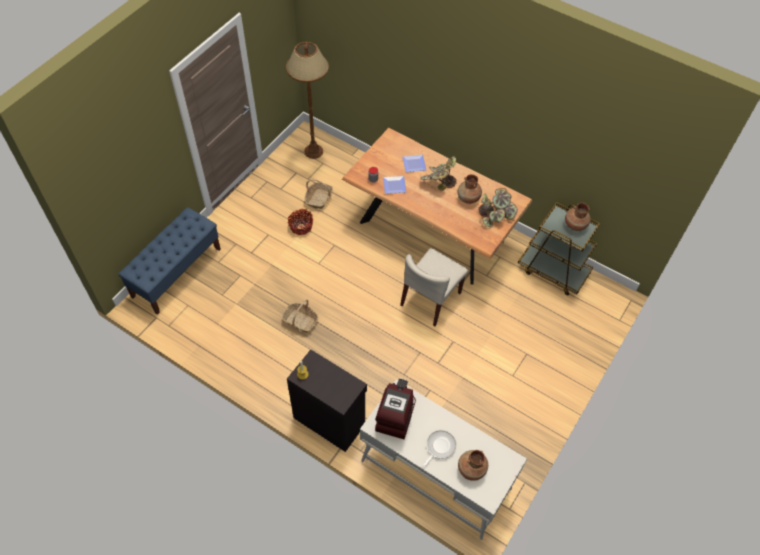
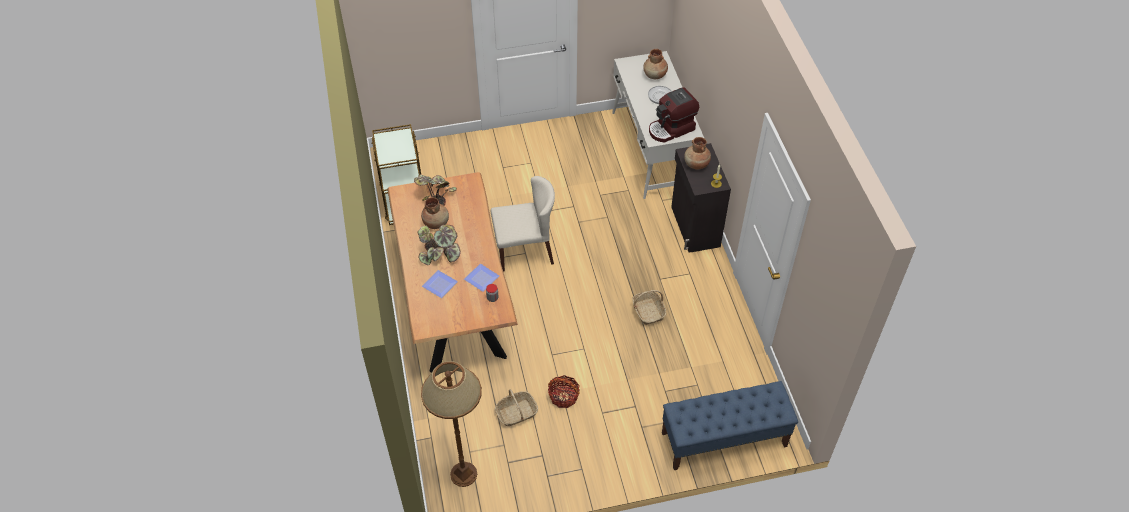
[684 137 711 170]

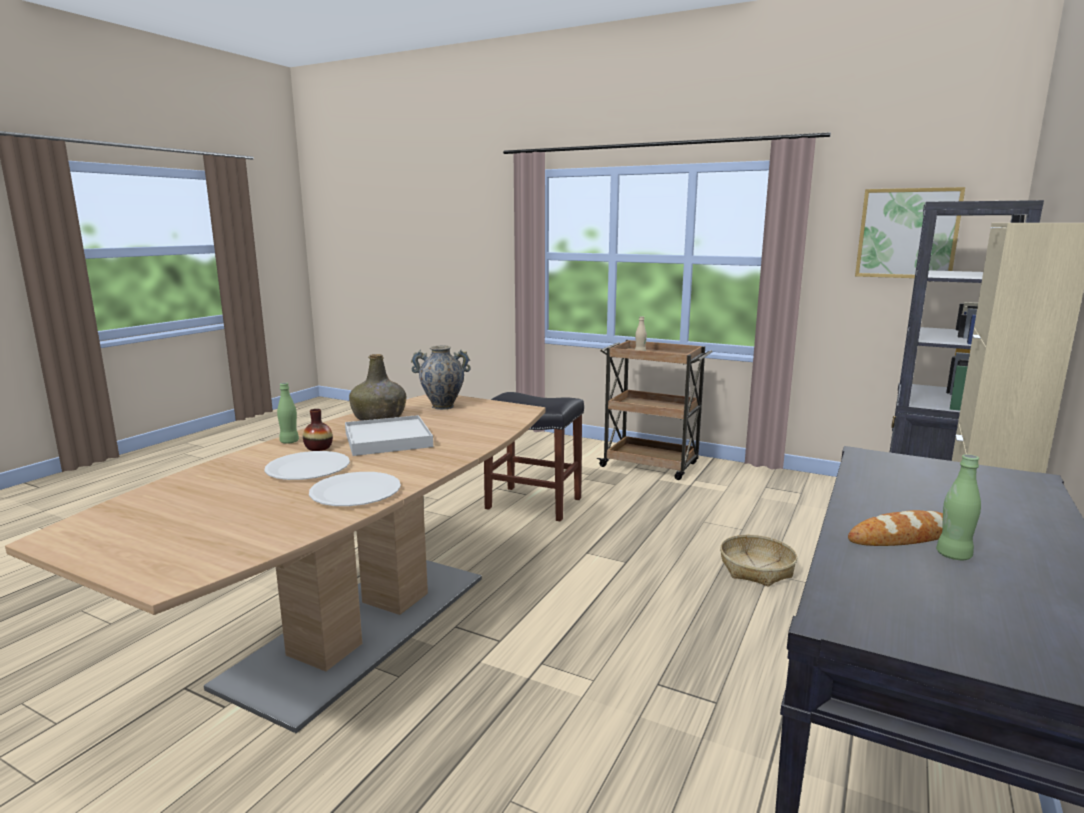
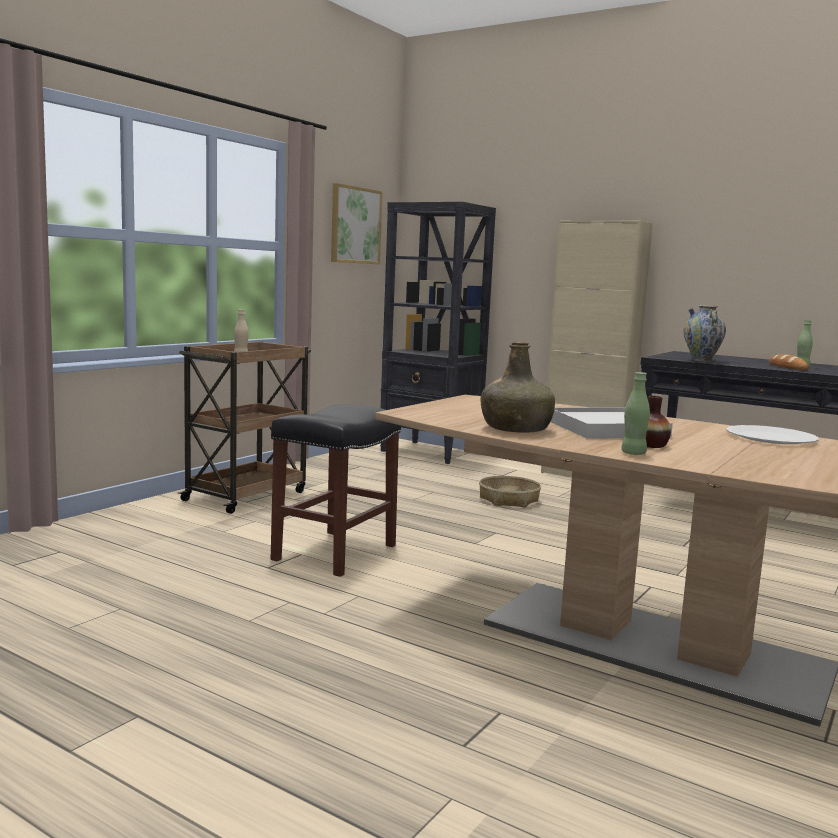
[264 451 350 480] (first image)
[684 305 726 362]

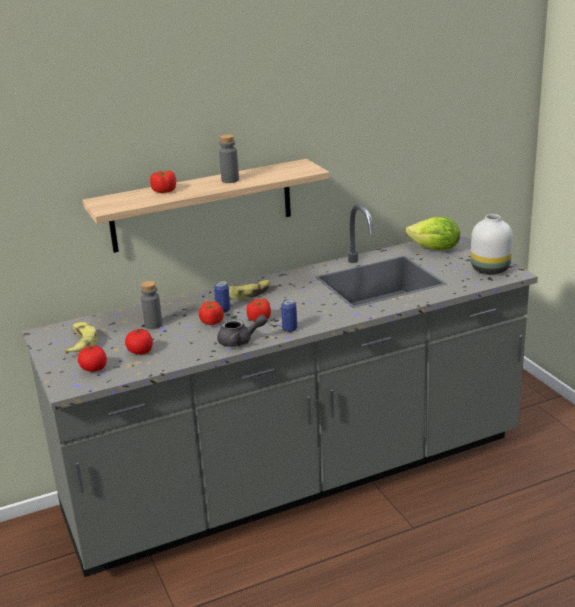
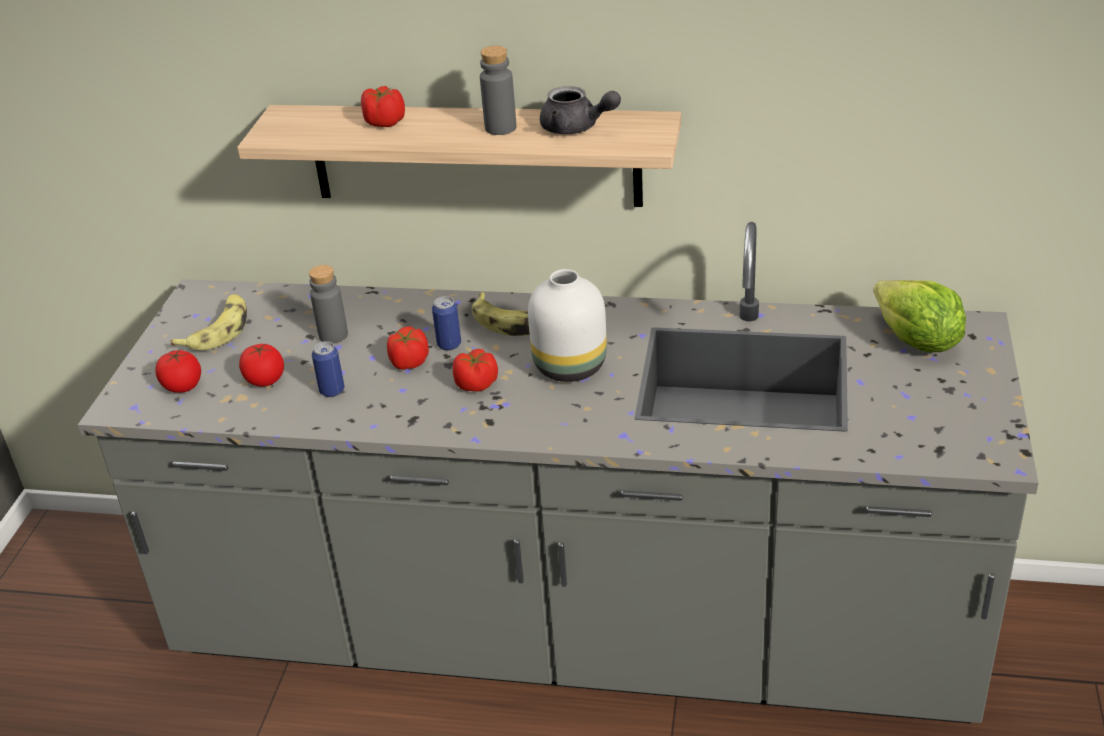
[540 86 621 134]
[312 341 344 397]
[528 269 607 382]

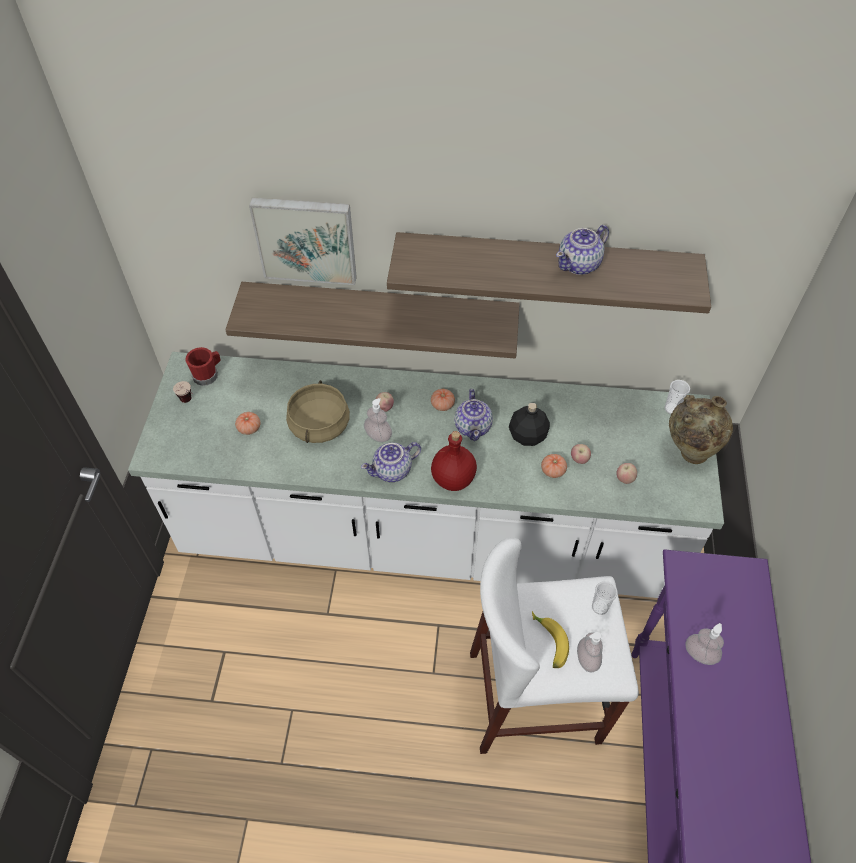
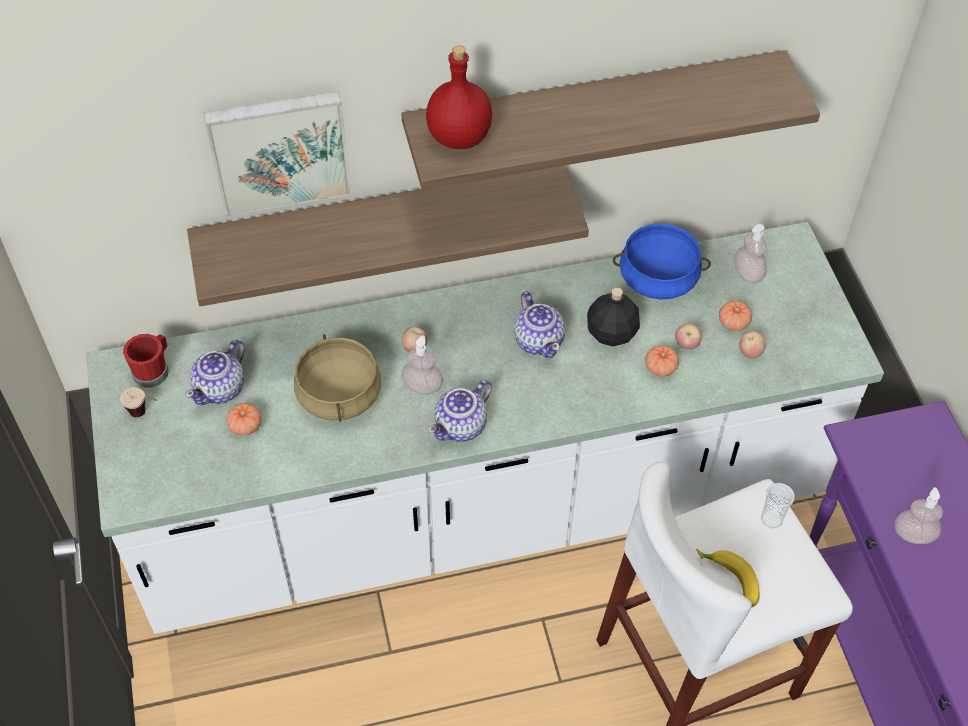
[665 380 690 414] (first image)
[669 395 733 464] (first image)
[613 223 711 300]
[719 301 752 331]
[426 45 492 149]
[185 340 245 405]
[735 224 767 283]

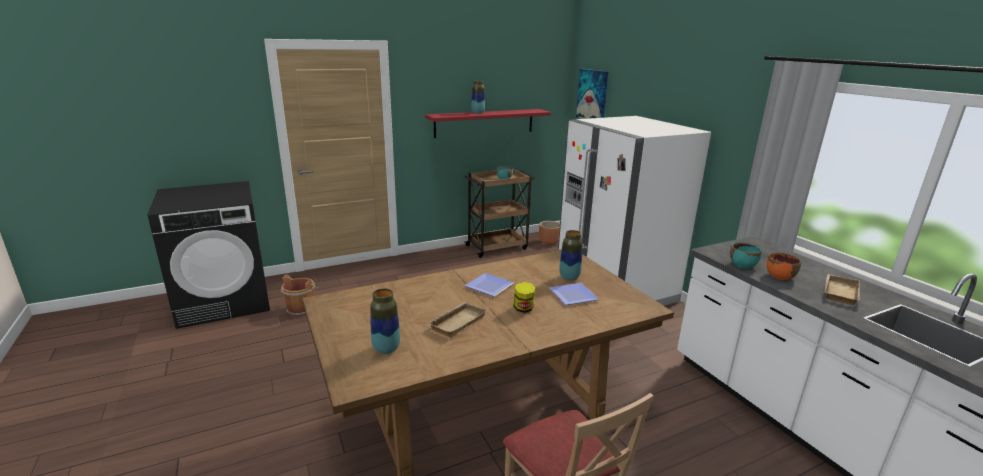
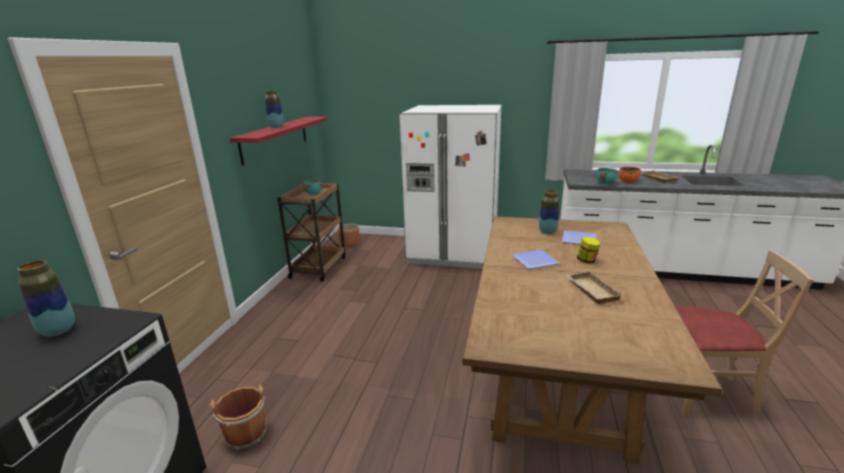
[576 69 608 119] (first image)
[17 260 75 337]

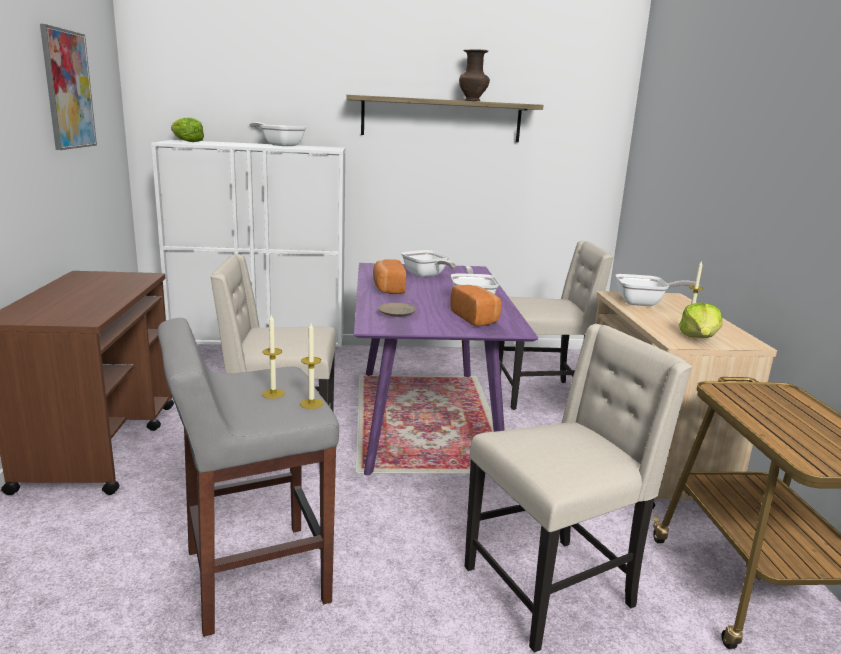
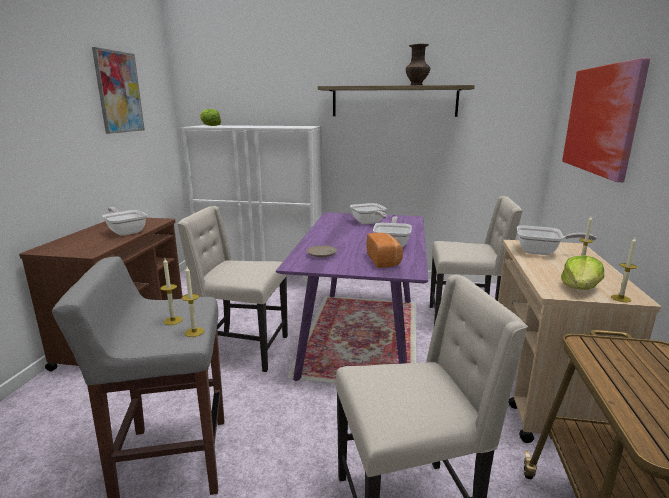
[373 259 406 294] (first image)
[562 58 650 182]
[611 237 637 302]
[102 207 147 236]

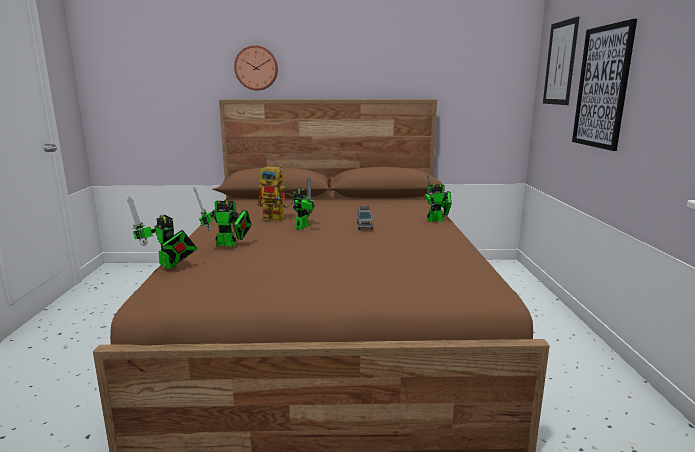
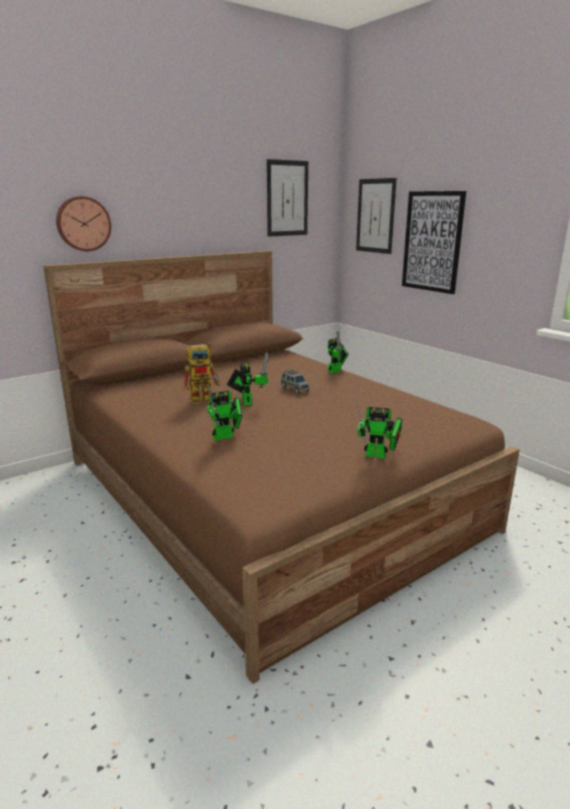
[267 159 308 237]
[355 396 402 458]

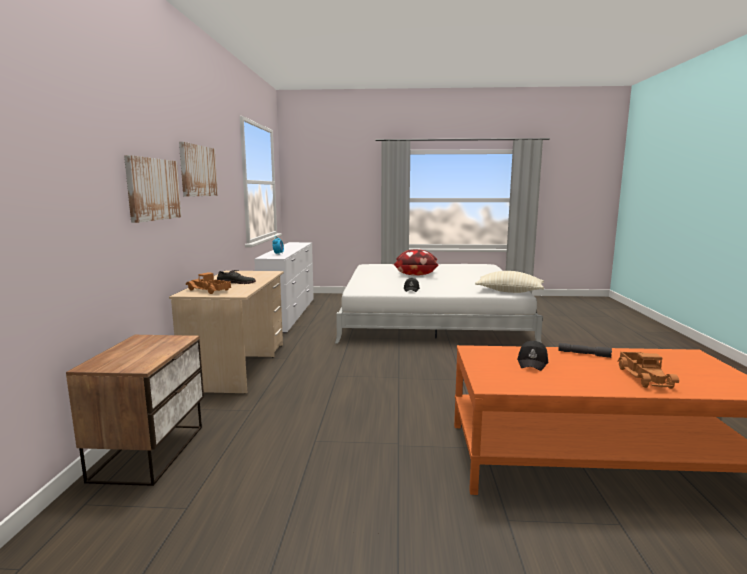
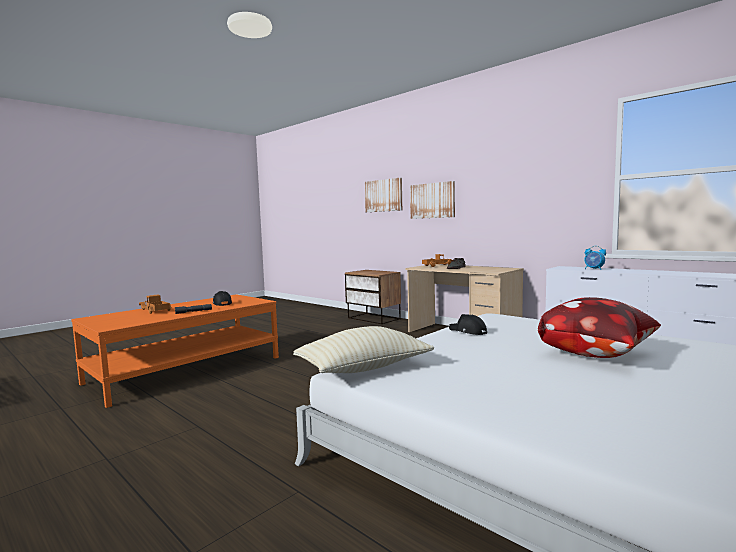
[365 178 402 212]

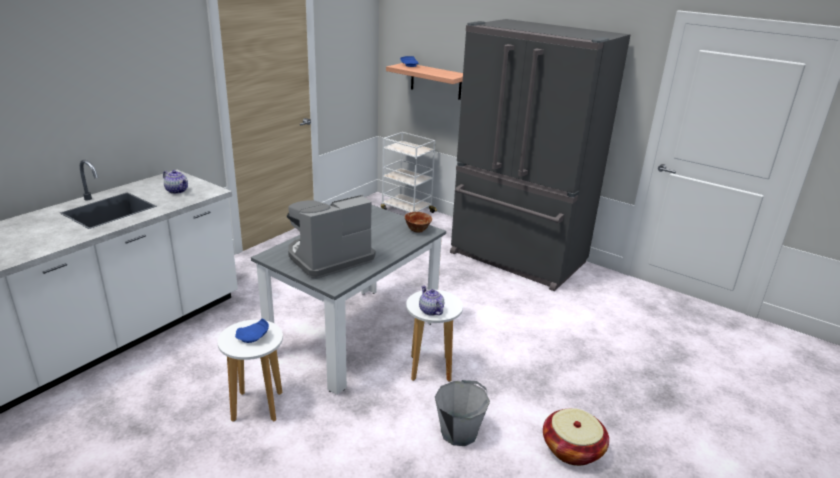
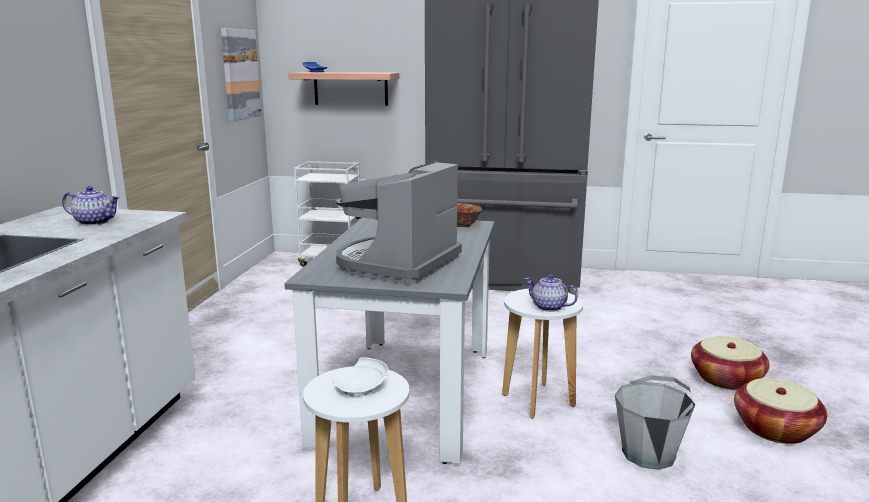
[221 28 261 121]
[691 336 769 390]
[332 357 388 397]

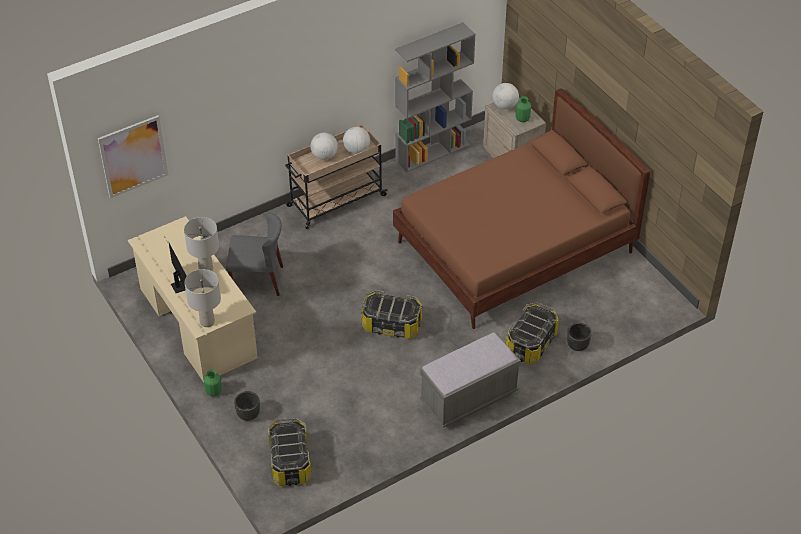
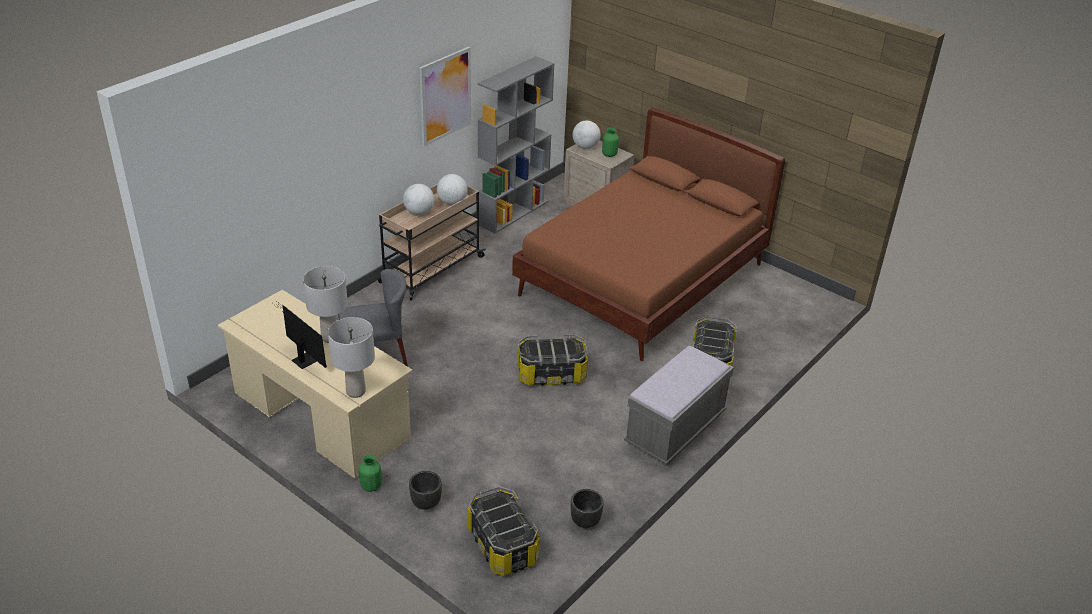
[420 47 471 147]
[571 489 604 528]

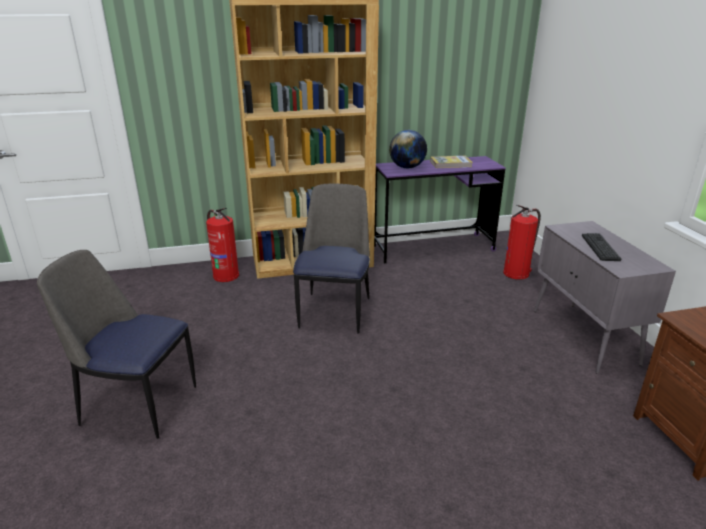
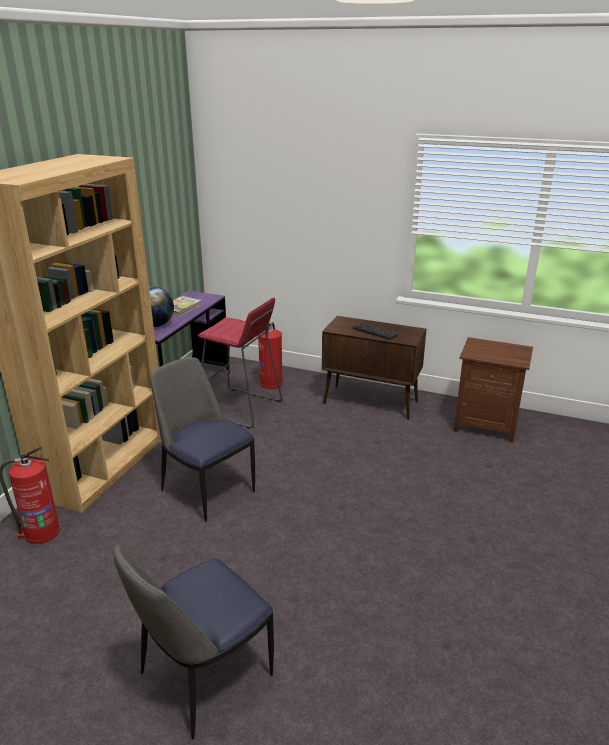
[198 298 283 429]
[322 316 427 420]

